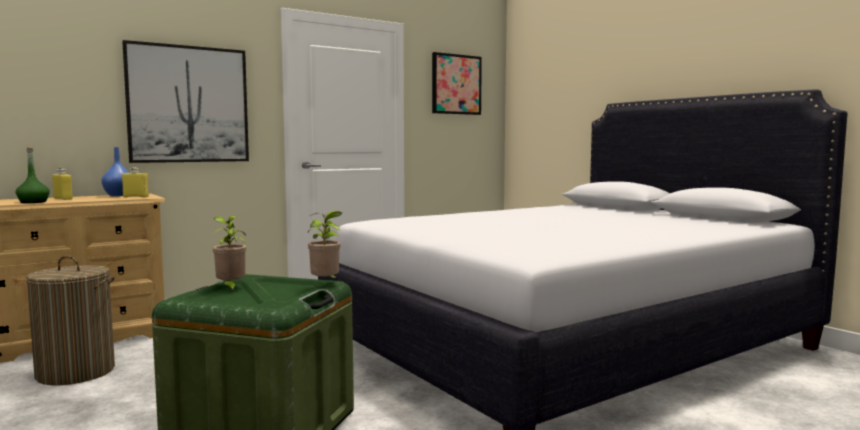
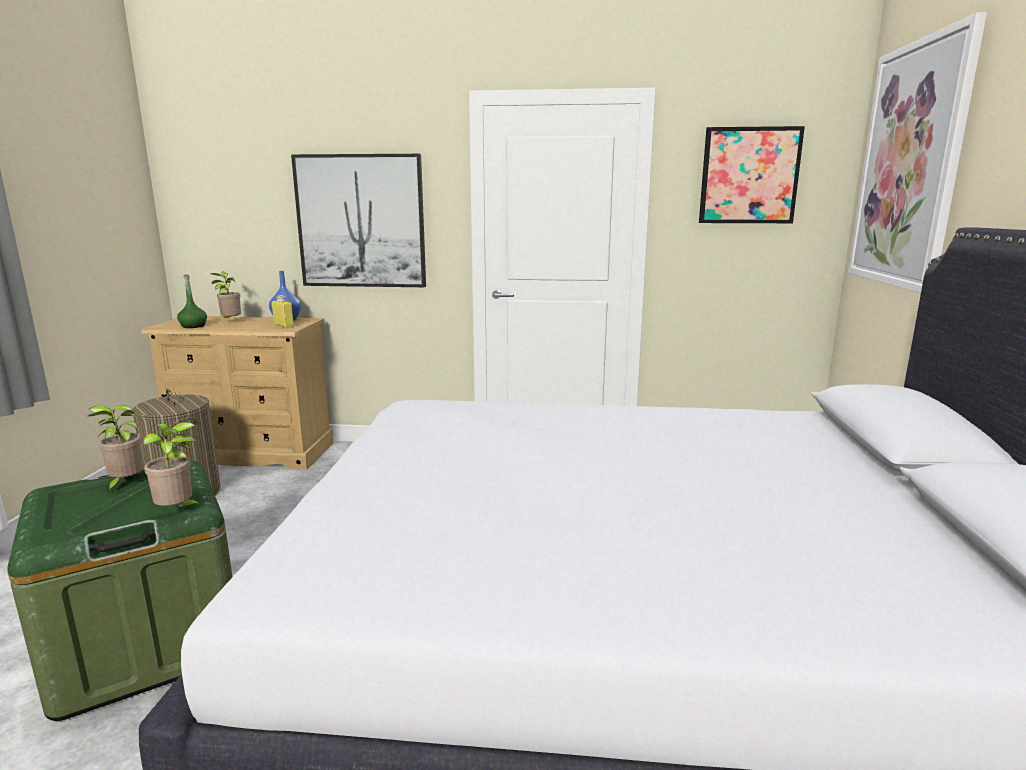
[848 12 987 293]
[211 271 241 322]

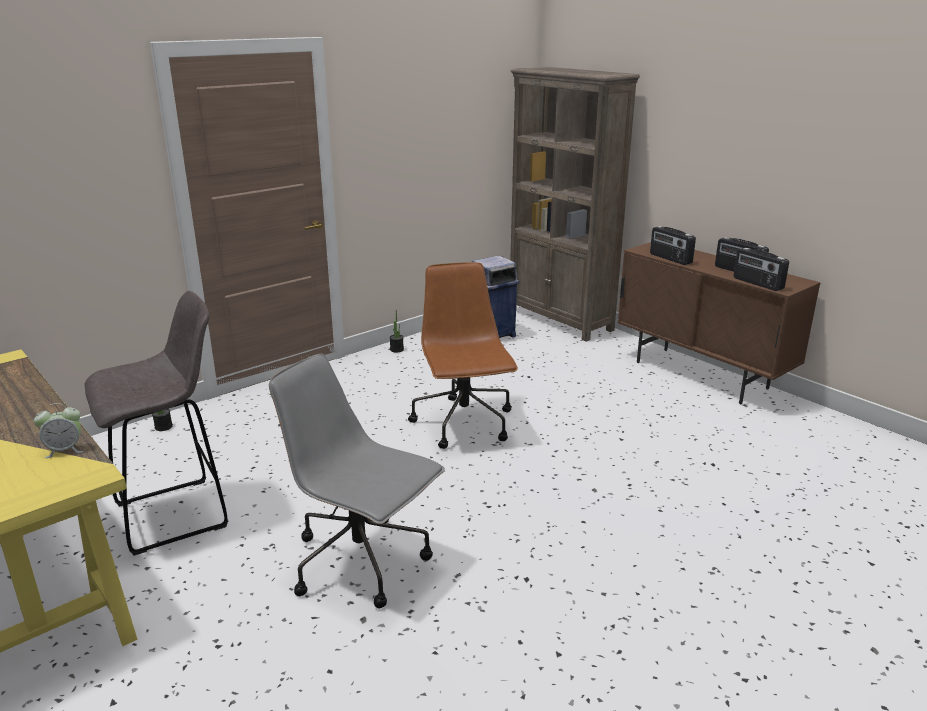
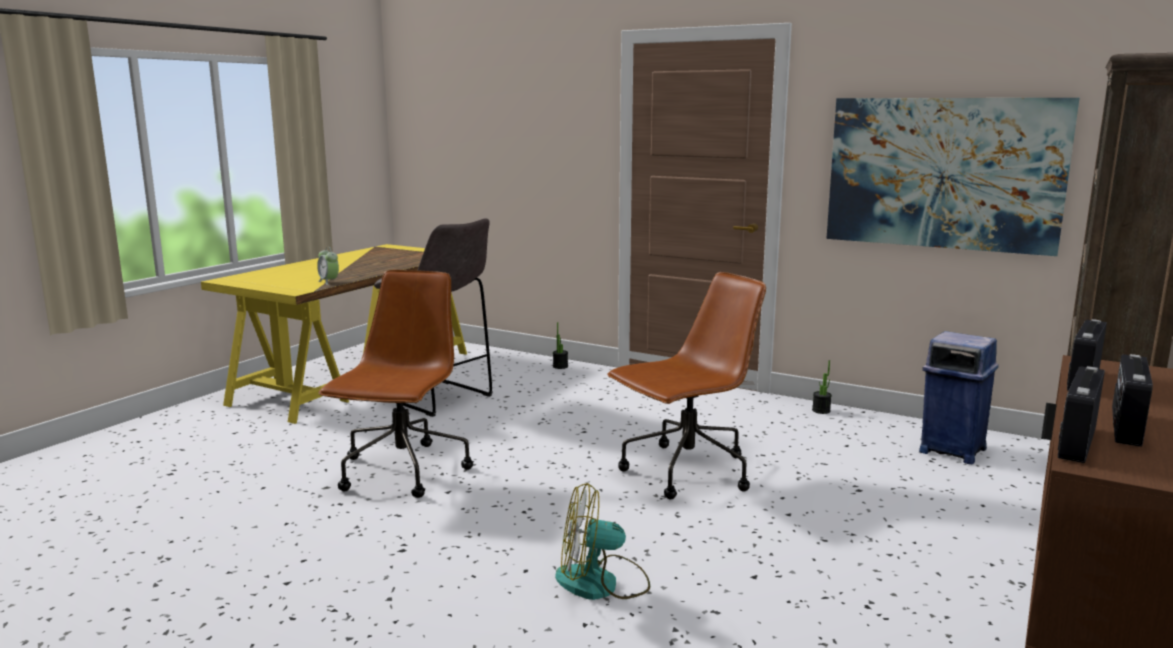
[555 483 650 600]
[826 98 1080 256]
[318 270 473 498]

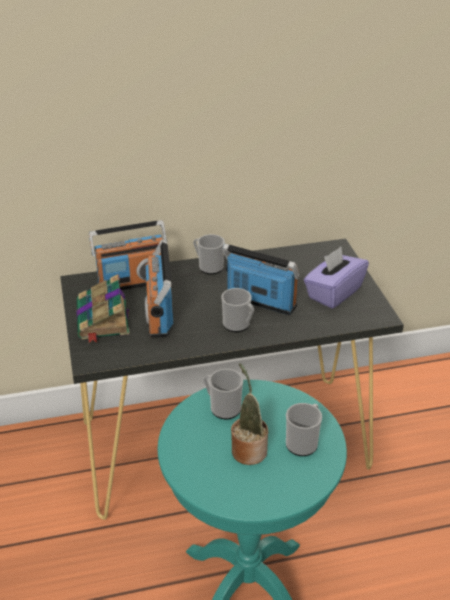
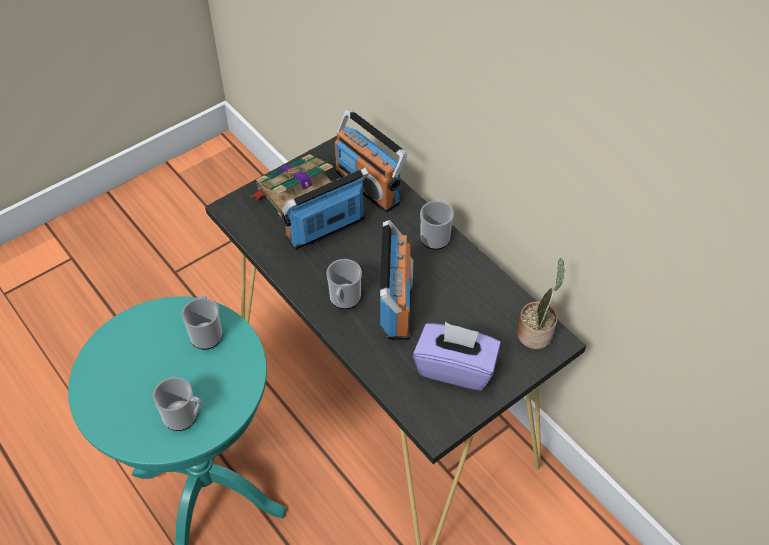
[517 258 565 349]

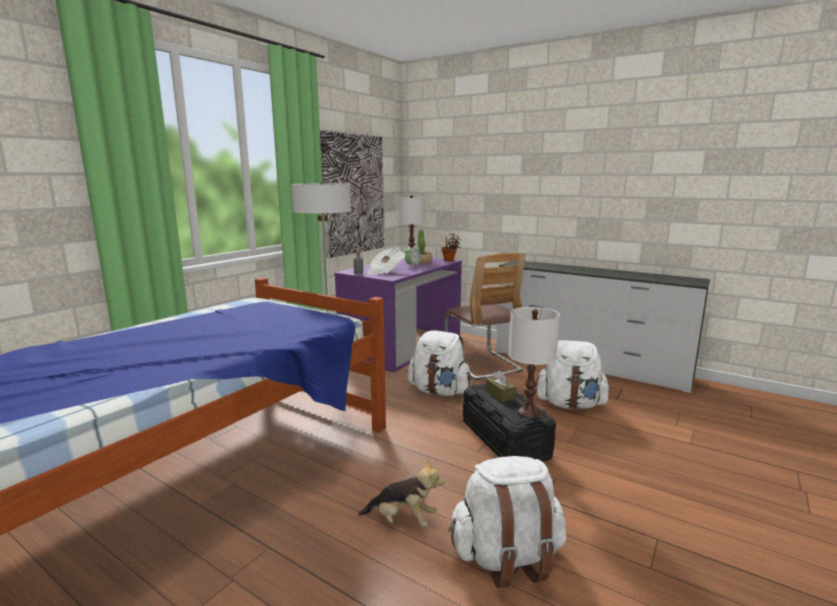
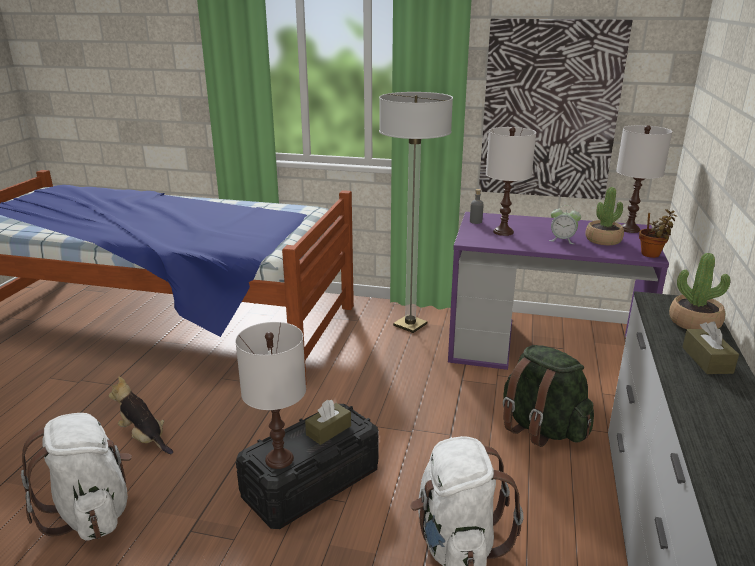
[408 330 472 396] (first image)
[669 253 730 329]
[682 321 739 374]
[486 127 536 236]
[503 345 594 447]
[109 377 173 454]

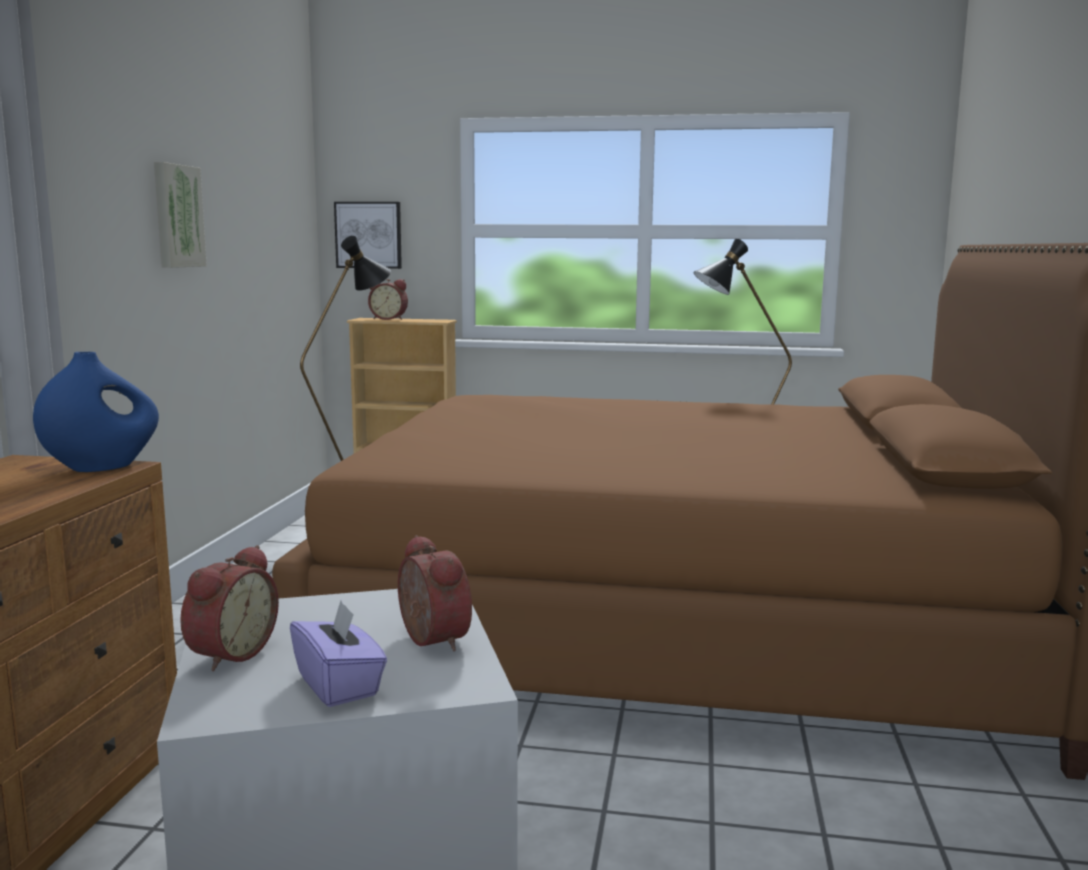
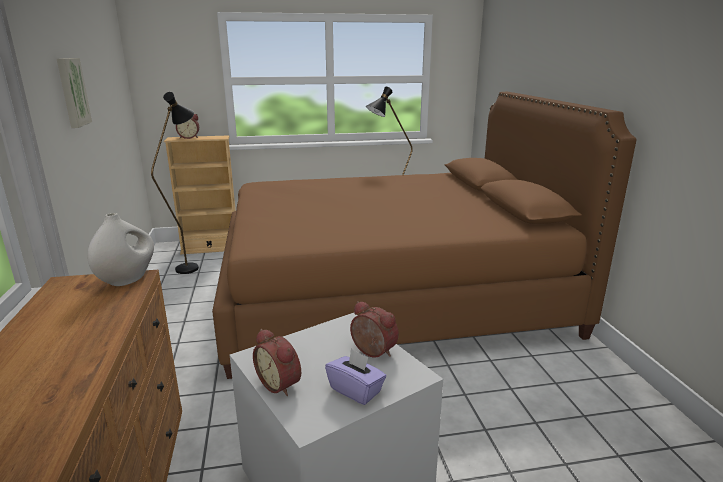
[334 202 402 269] (first image)
[87 213 154 286]
[253 329 301 396]

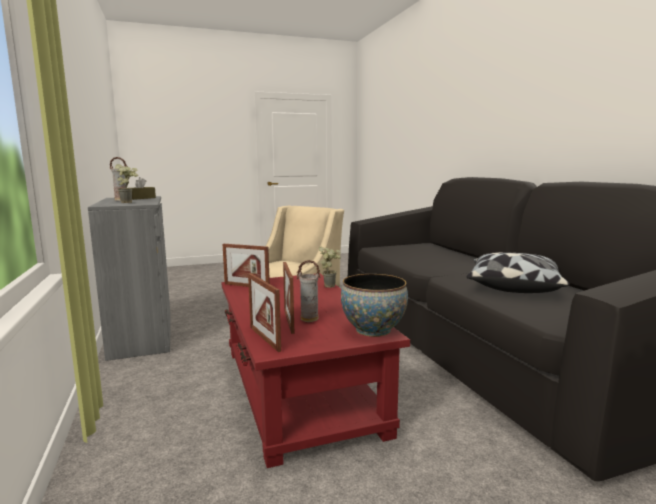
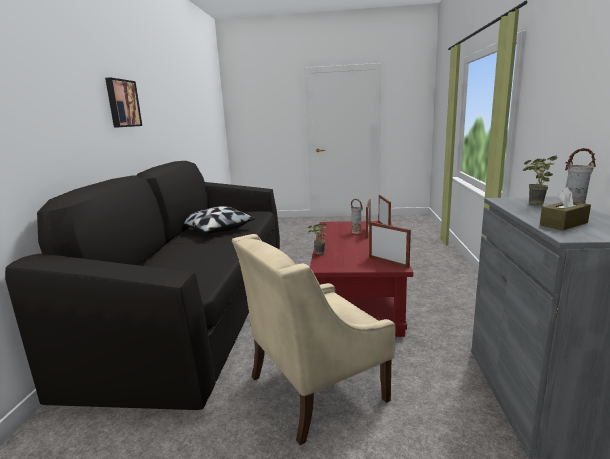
[341 274 408 337] (first image)
[105 77 142 128]

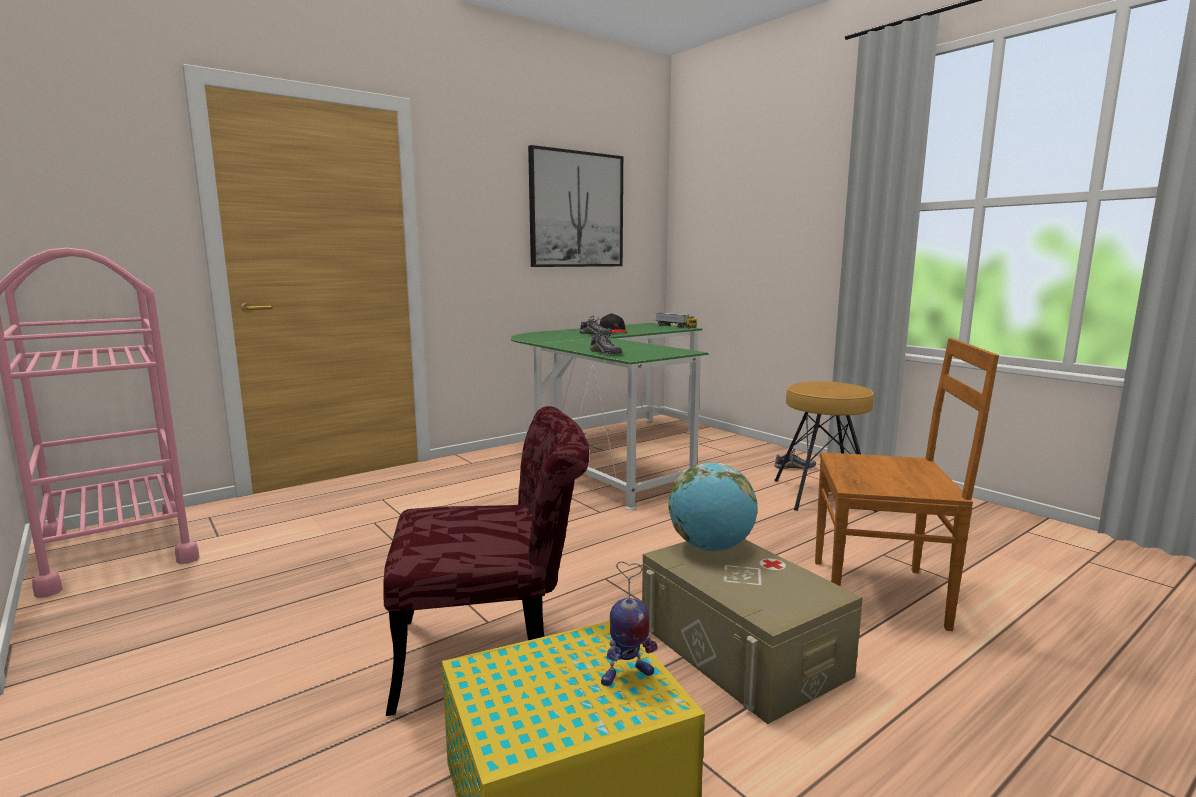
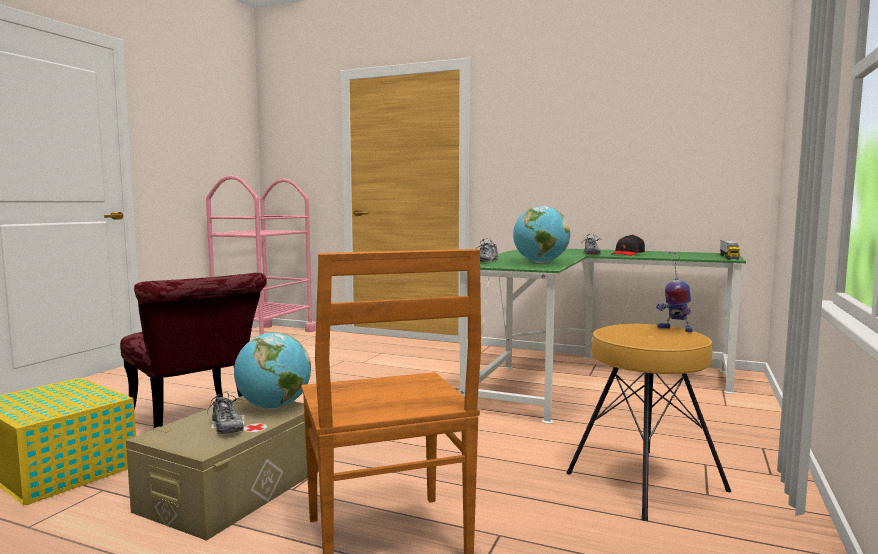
[528 145 623 267] (first image)
[513 206 570 263]
[656 252 692 332]
[207 392 244 434]

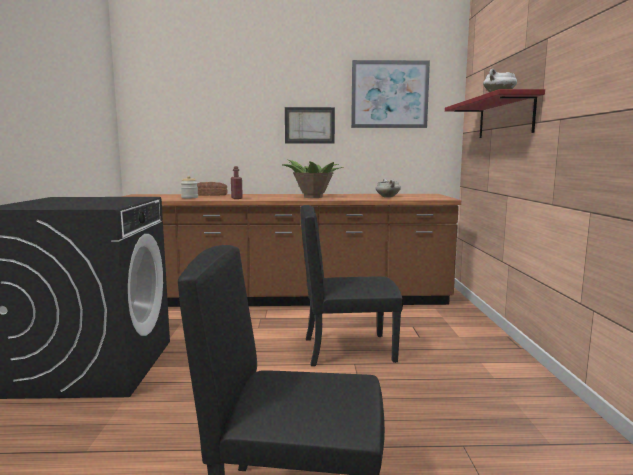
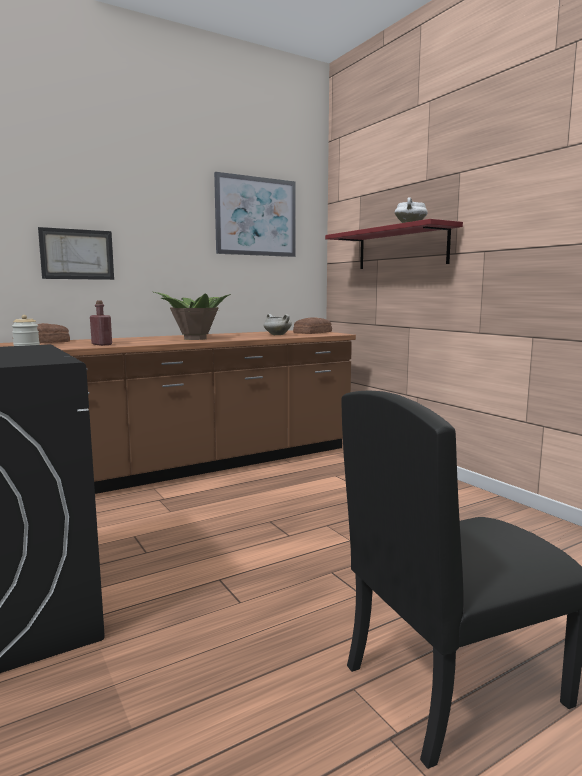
[300 205 403 366] (first image)
[293 317 332 334]
[38 227 114 280]

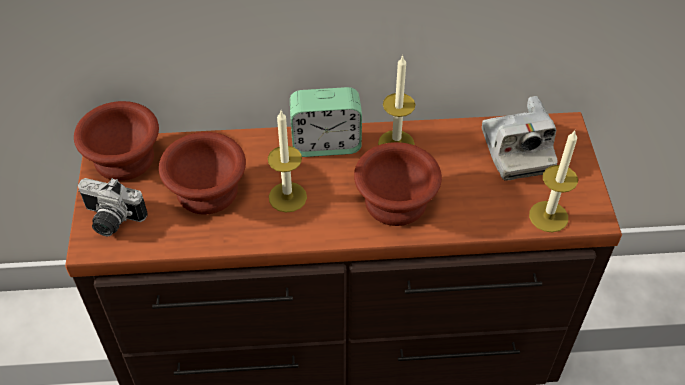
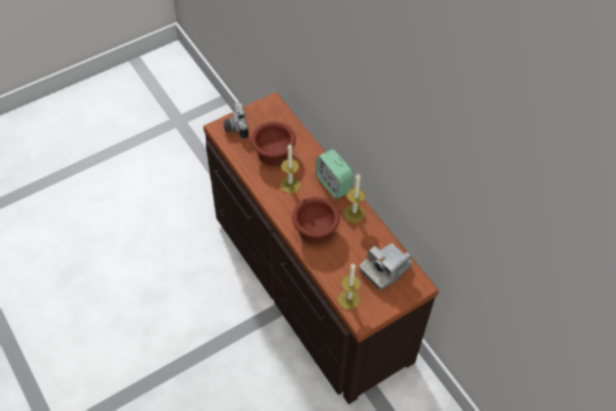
[74 101 159 181] (first image)

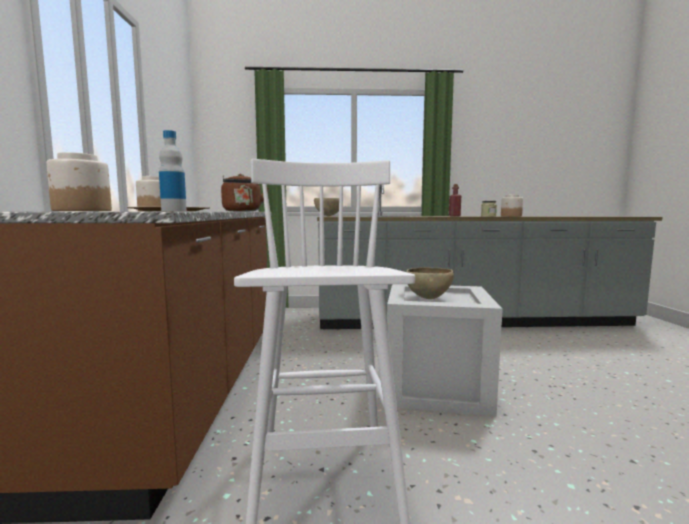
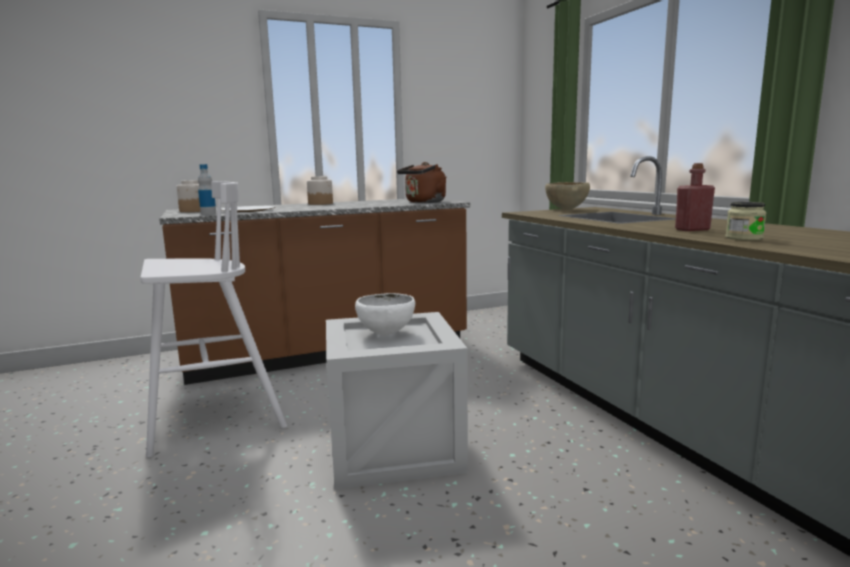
[501 195 523 217] (first image)
[355 293 415 336]

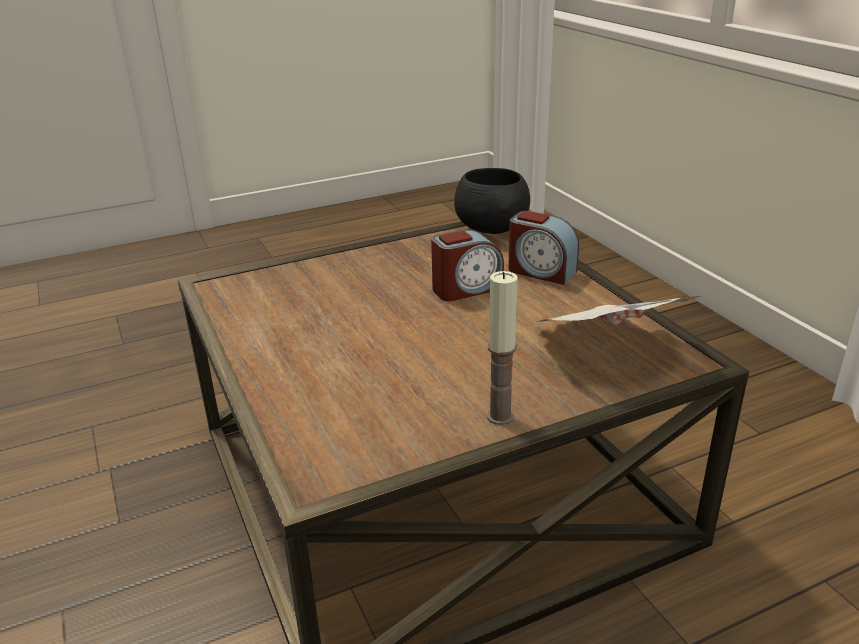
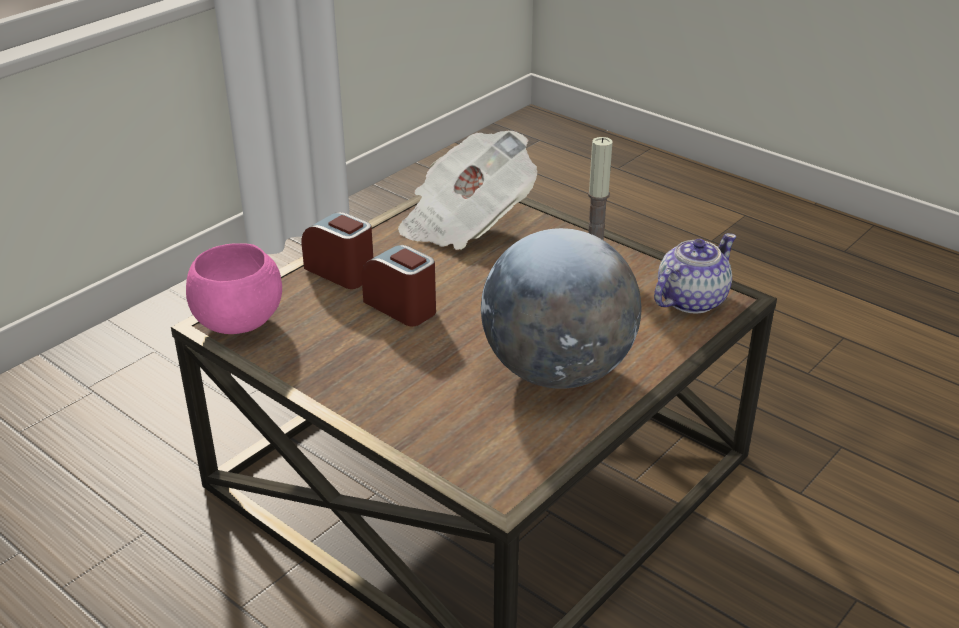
[481 228 641 389]
[654 233 736 314]
[186 243 282 334]
[302 212 373 289]

